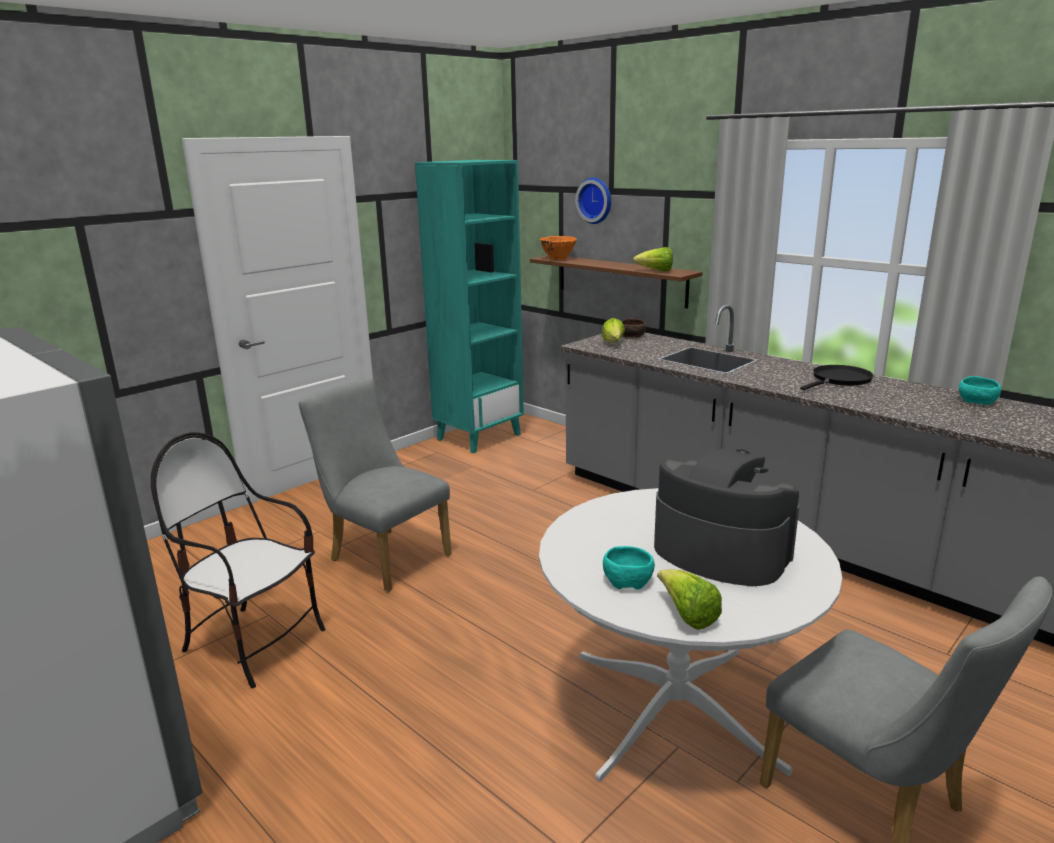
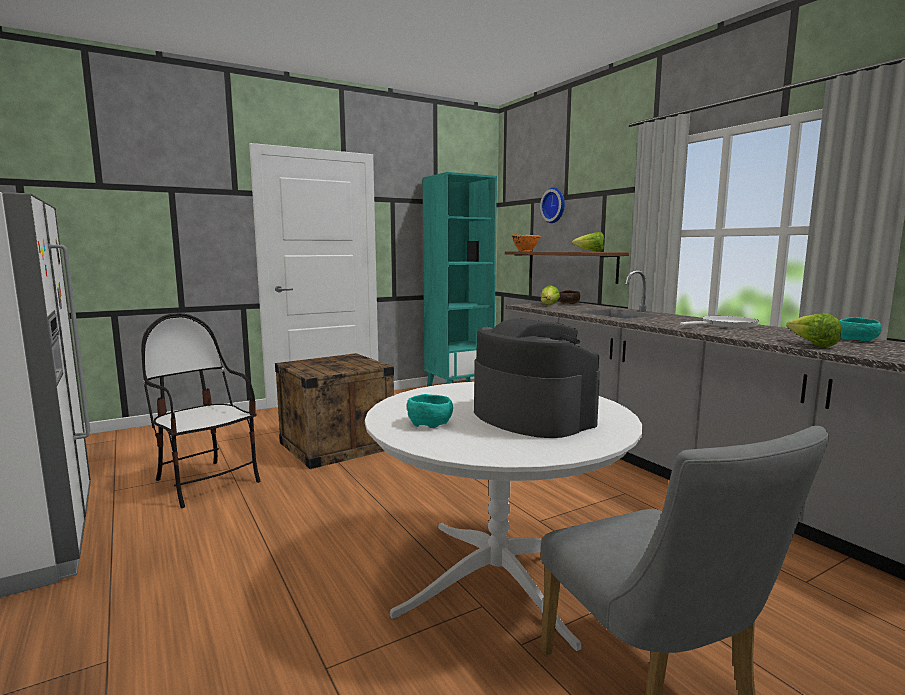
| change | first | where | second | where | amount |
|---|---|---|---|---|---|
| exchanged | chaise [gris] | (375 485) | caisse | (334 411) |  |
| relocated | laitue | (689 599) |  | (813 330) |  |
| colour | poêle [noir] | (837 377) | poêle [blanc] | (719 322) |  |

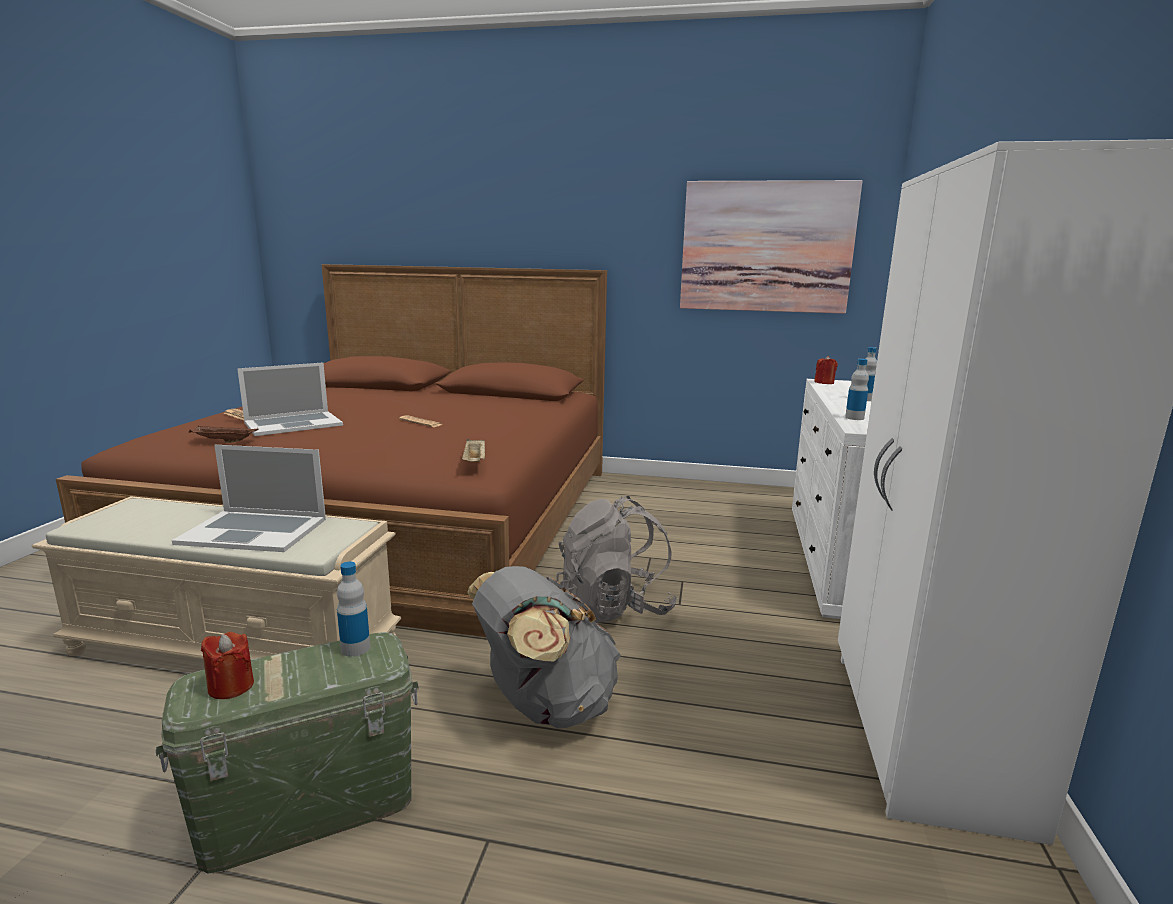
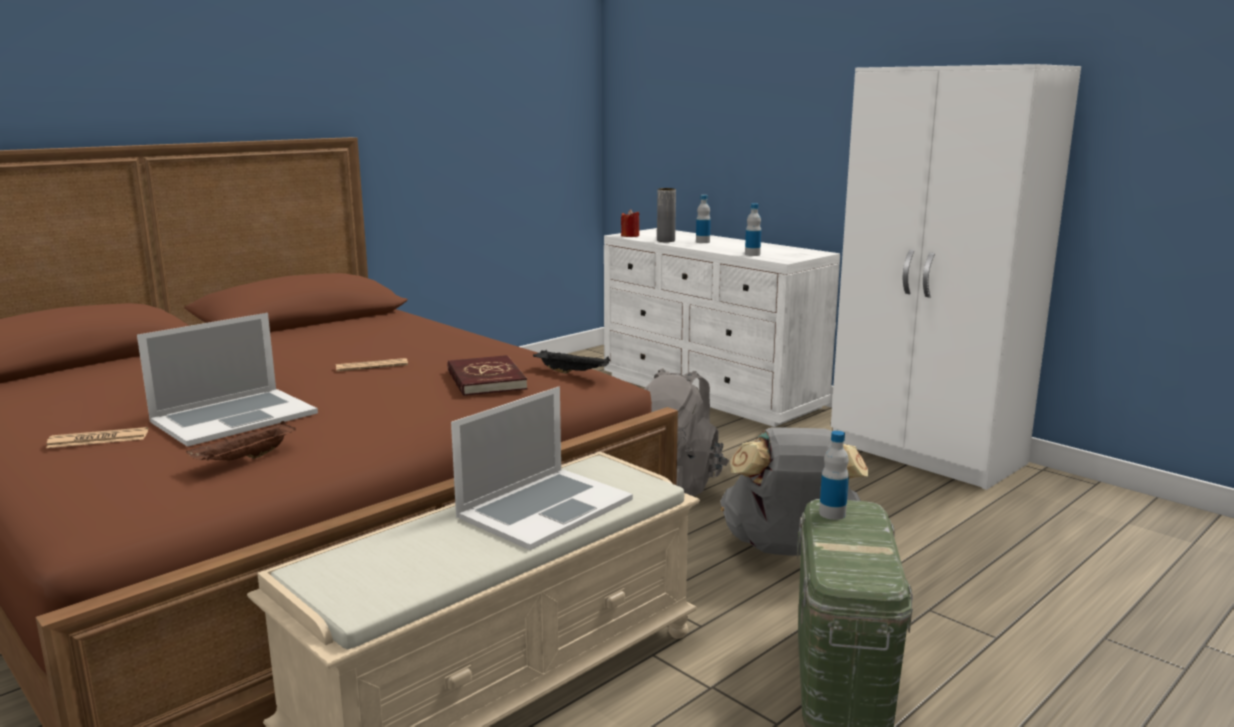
| change | first | where | second | where | amount |
|---|---|---|---|---|---|
| missing | bougie [rouge] | (227 665) |  |  |  |
| spun | ordinateur portable | (290 399) |  | (227 380) | 45 degrees clockwise |
| colour | plateau [beige] | (473 450) | plateau [noir] | (571 362) |  |
| missing | tableau | (771 247) |  |  |  |
| appeared |  |  | livre [rouge] | (487 375) |  |
| appeared |  |  | vase [gris] | (666 215) |  |

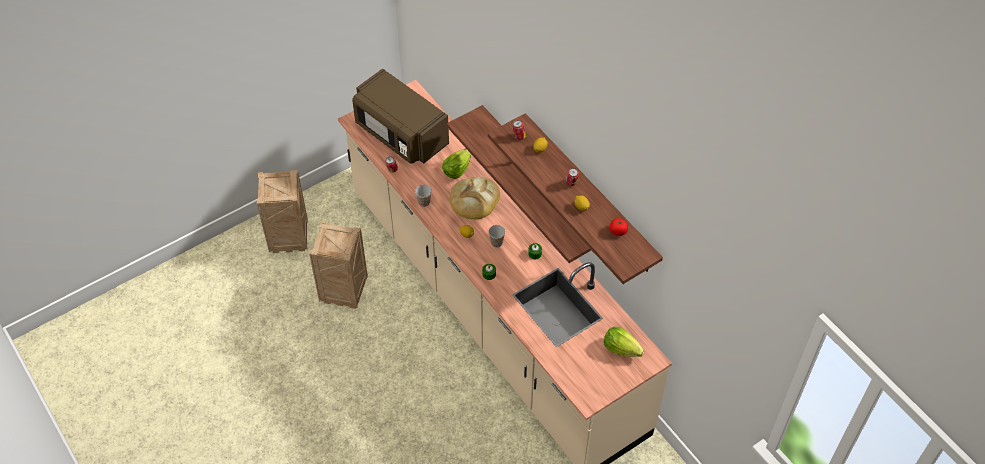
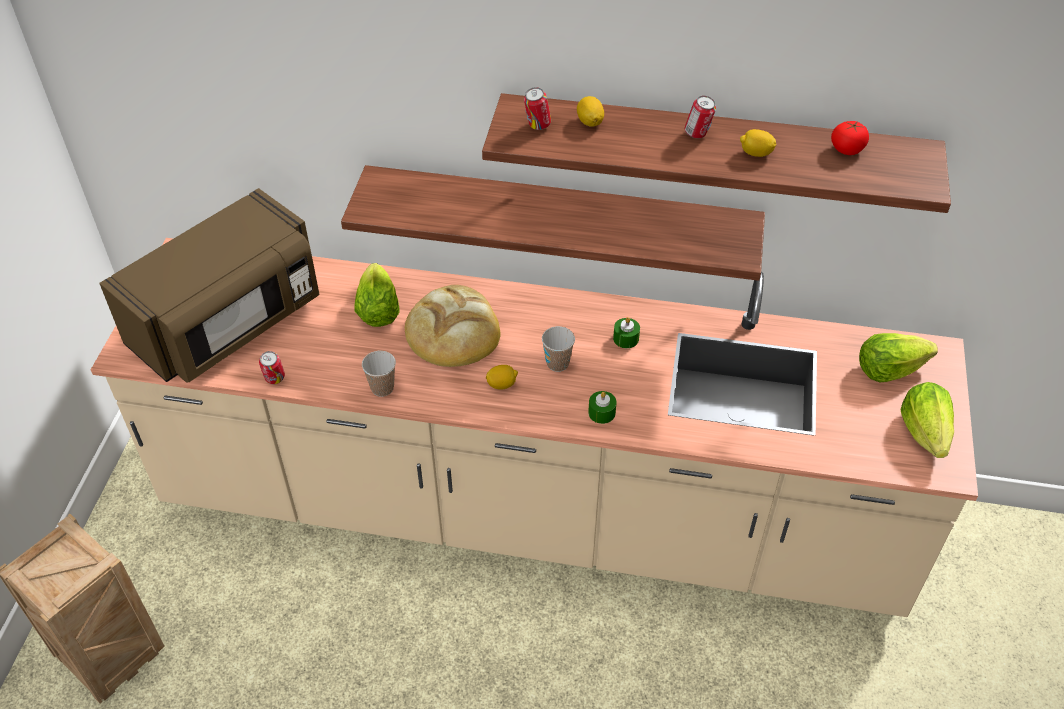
| change | first | where | second | where | amount |
|---|---|---|---|---|---|
| missing | caisse | (338 265) |  |  |  |
| spun | micro-ondes [marron] | (400 116) |  | (209 285) | 45 degrees counterclockwise |
| appeared |  |  | laitue | (927 420) |  |

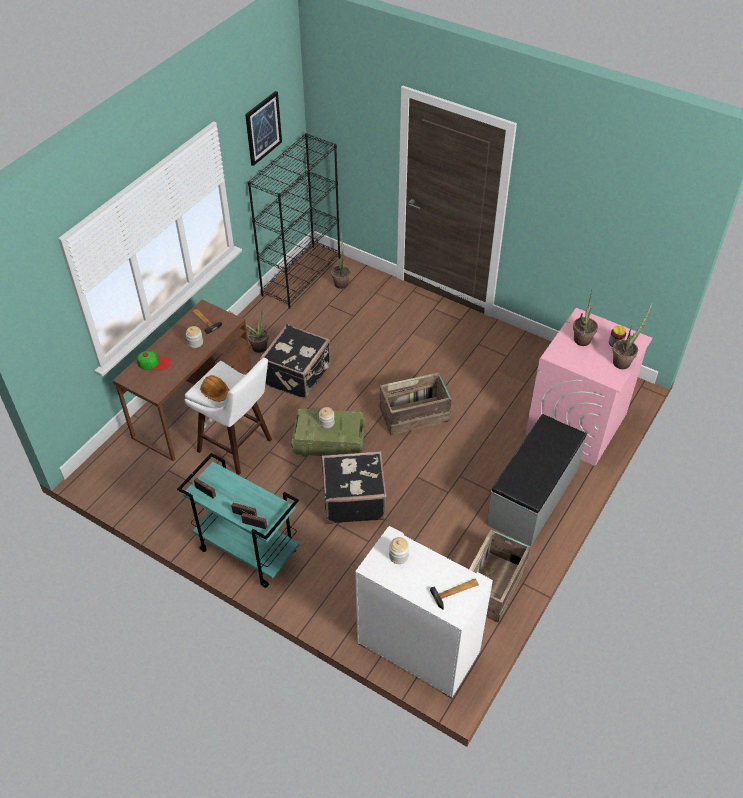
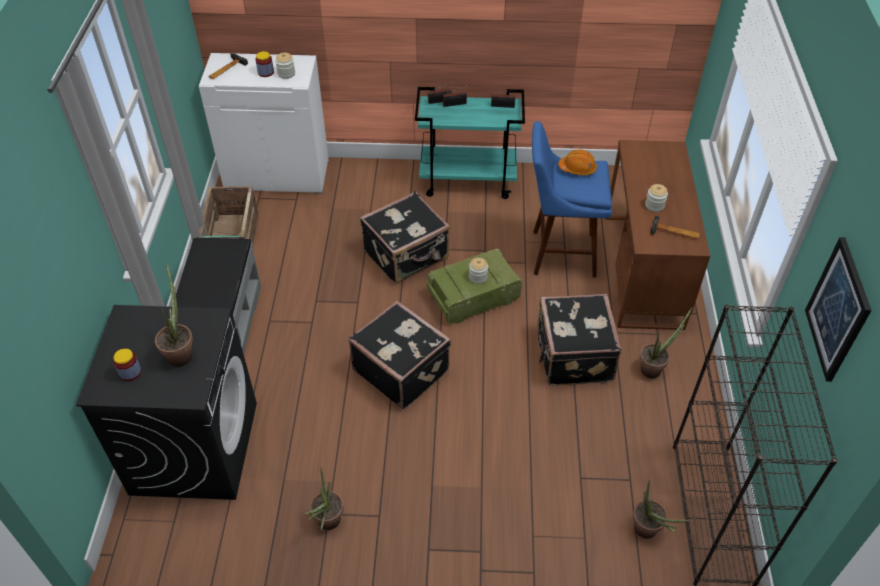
| change | first | where | second | where | amount |
|---|---|---|---|---|---|
| missing | casquette | (154 360) |  |  |  |
| colour | tabouret [blanc] | (228 416) | tabouret [bleu] | (572 199) |  |
| exchanged | caisse | (416 403) | valise [noir] | (399 355) |  |
| colour | lave-linge [rose] | (589 387) | lave-linge [noir] | (166 402) |  |
| relocated | plante en pot | (632 335) |  | (324 498) |  |
| appeared |  |  | bocal | (264 64) |  |

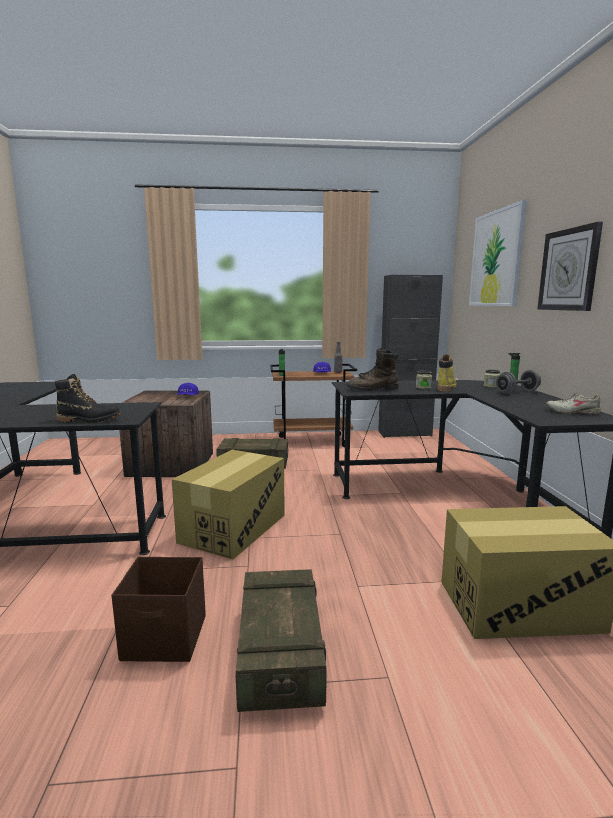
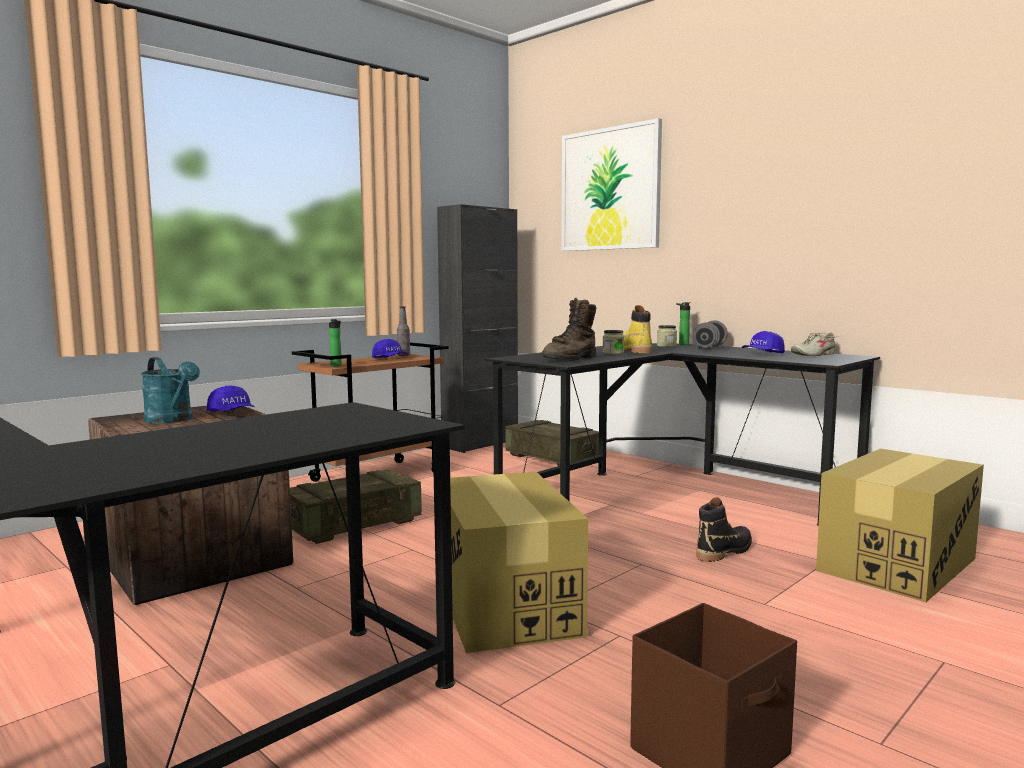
| change | first | where | second | where | amount |
|---|---|---|---|---|---|
| relocated | botte [noir] | (88 398) |  | (724 529) |  |
| relocated | caisse | (281 640) |  | (552 443) |  |
| missing | horloge murale | (570 266) |  |  |  |
| appeared |  |  | arrosoir [turquoise] | (170 390) |  |
| appeared |  |  | casquette [bleu] | (763 342) |  |

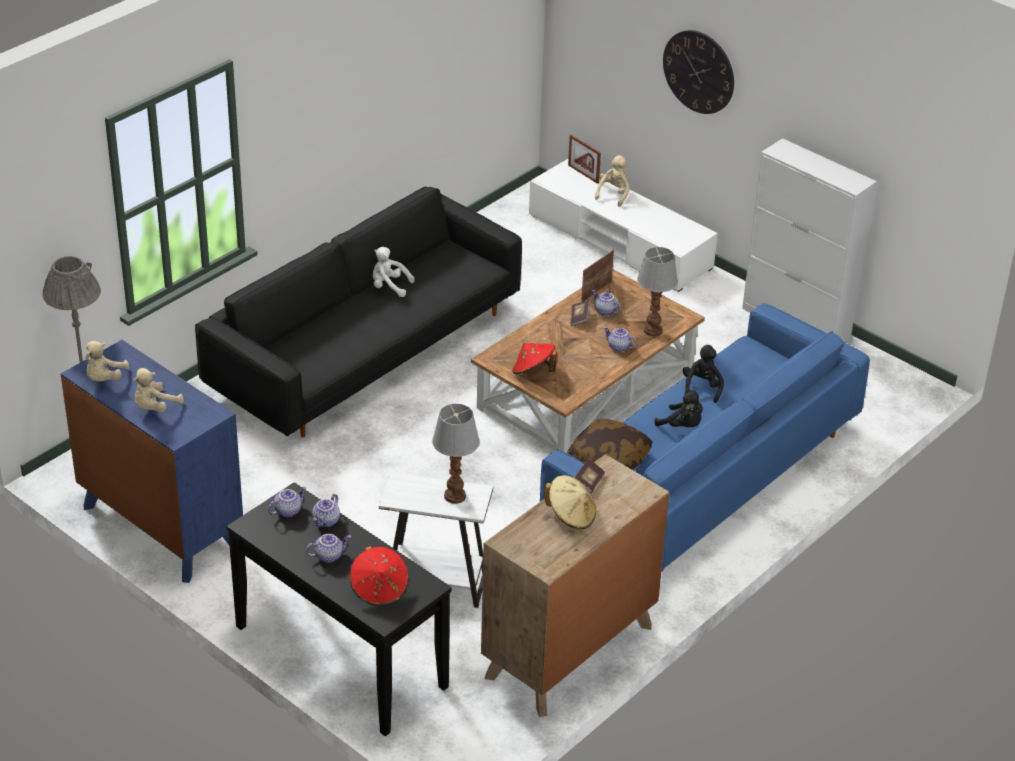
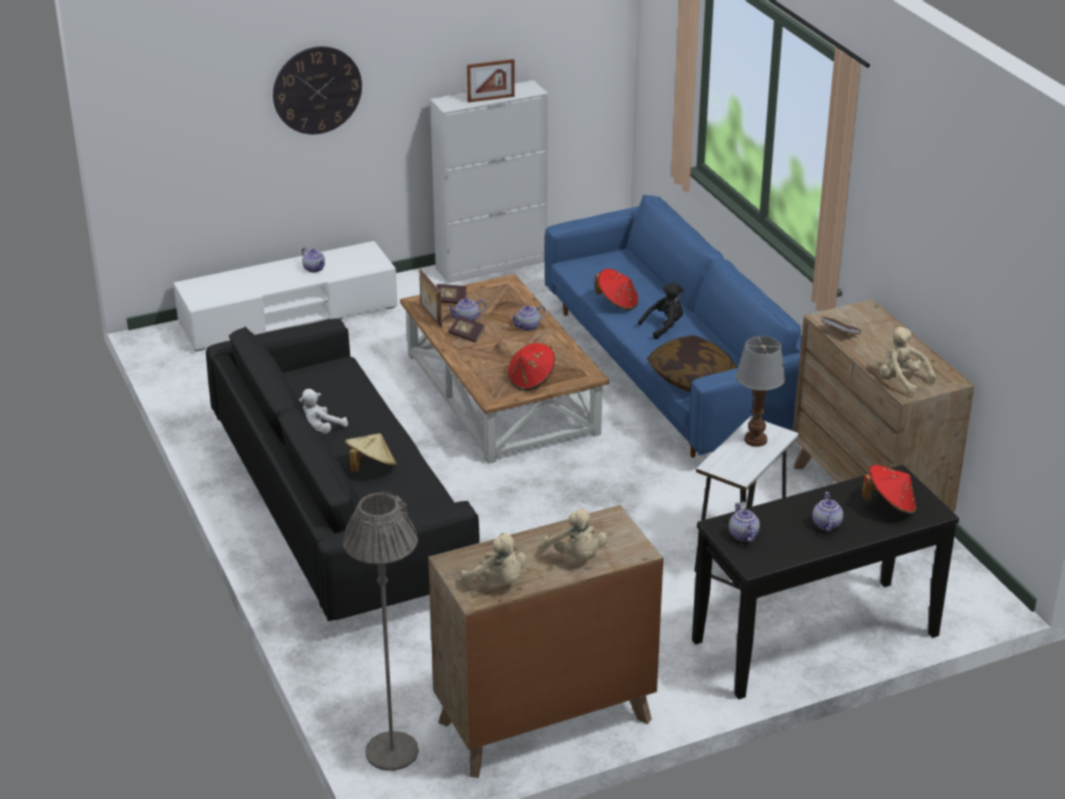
| change | first | where | second | where | amount |
|---|---|---|---|---|---|
| colour | commode [bleu] | (152 461) | commode [marron] | (545 641) |  |
| relocated | théière | (326 510) |  | (313 260) |  |
| relocated | chapeau [beige] | (570 502) |  | (371 452) |  |
| relocated | cadre photo | (584 159) |  | (491 81) |  |
| relocated | peluche [beige] | (612 181) |  | (908 361) |  |
| missing | lampe de table | (657 292) |  |  |  |
| exchanged | peluche [noir] | (703 374) | chapeau [rouge] | (617 289) |  |
| appeared |  |  | livre | (451 294) |  |

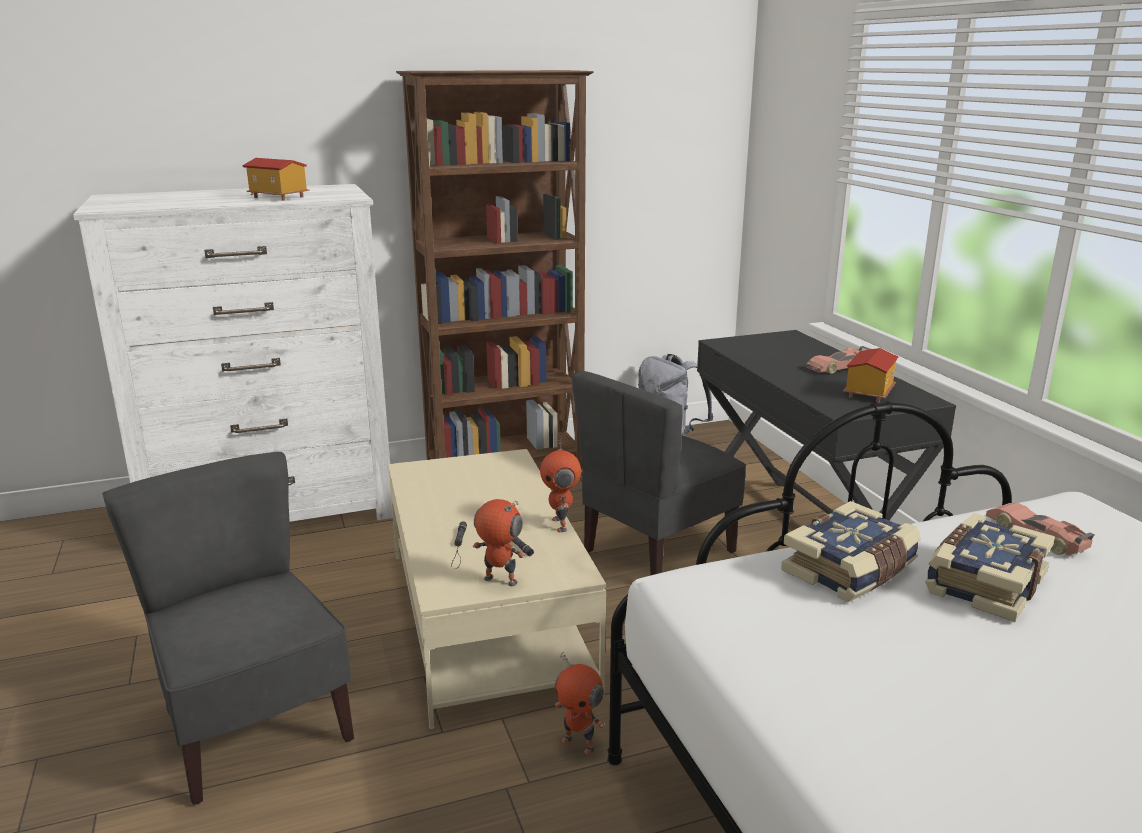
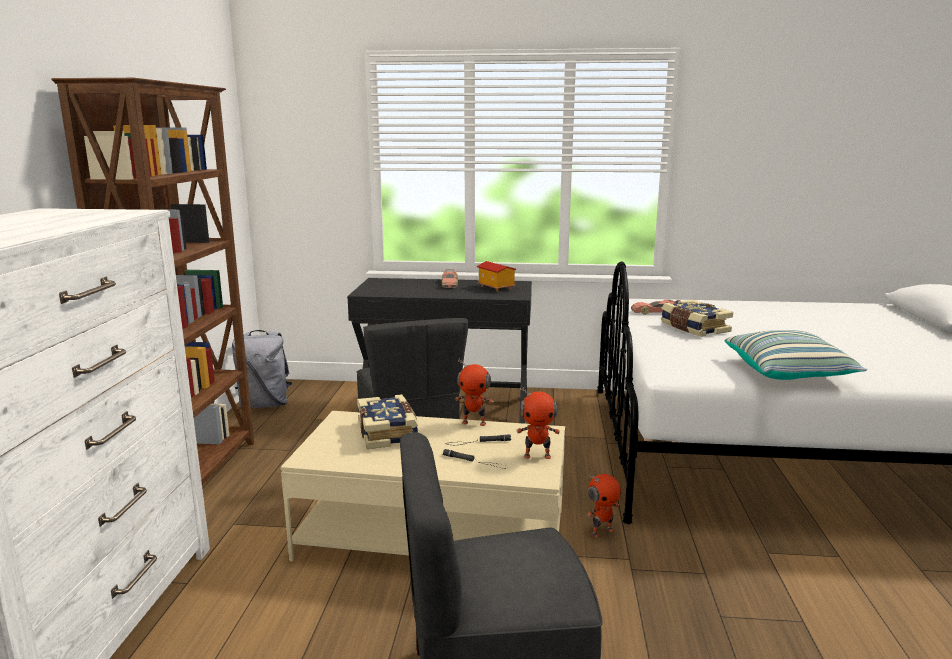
| change | first | where | second | where | amount |
|---|---|---|---|---|---|
| missing | maison miniature | (276 179) |  |  |  |
| spun | robot jouet | (499 542) |  | (538 422) | 135 degrees counterclockwise |
| relocated | livre | (851 552) |  | (387 421) |  |
| appeared |  |  | coussin | (796 355) |  |

